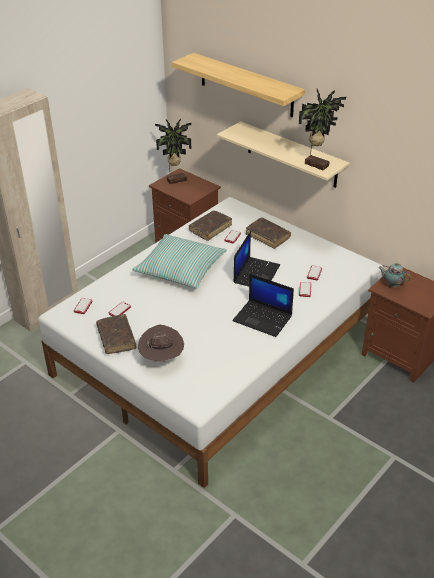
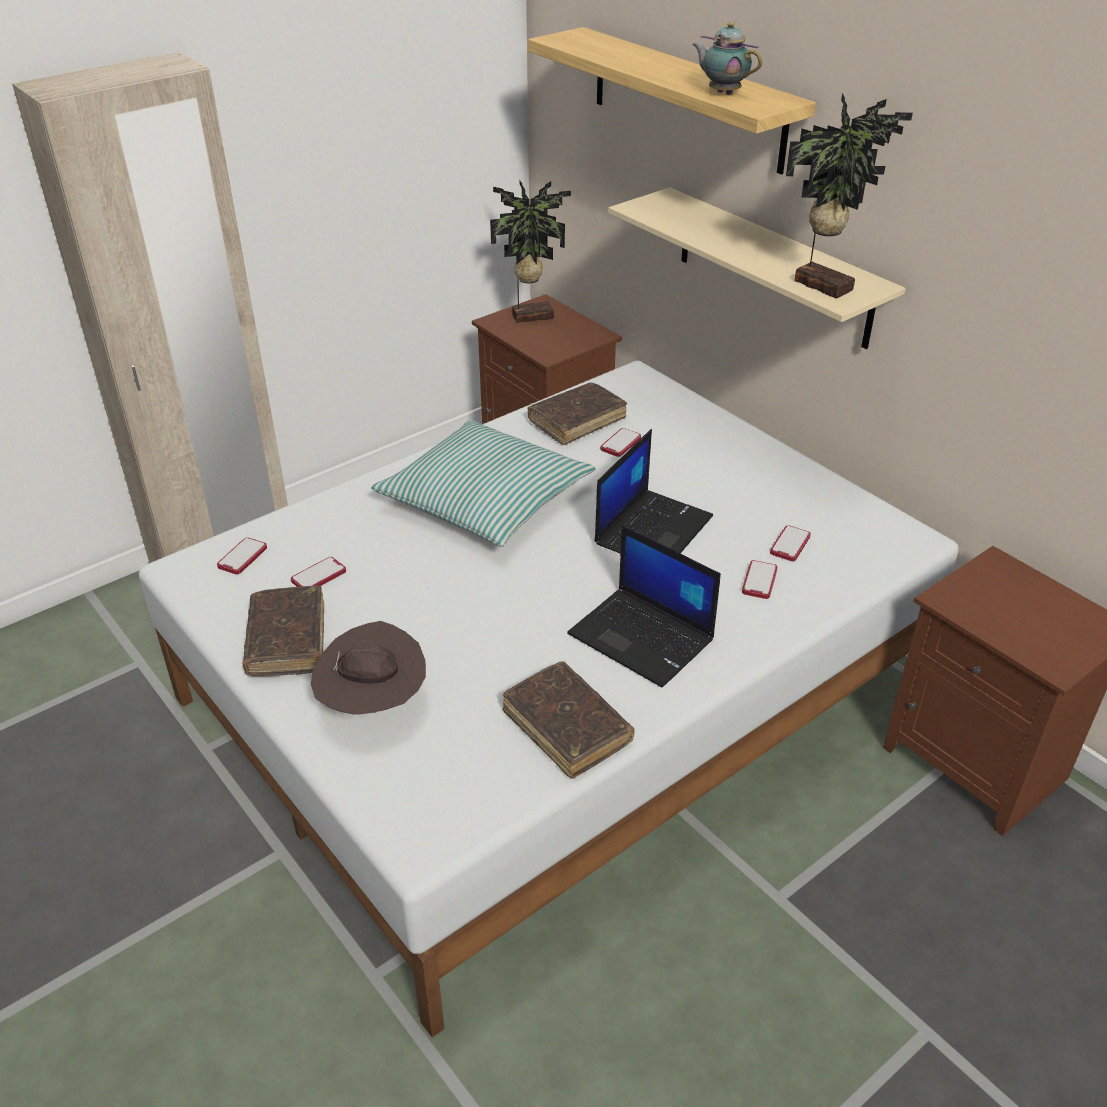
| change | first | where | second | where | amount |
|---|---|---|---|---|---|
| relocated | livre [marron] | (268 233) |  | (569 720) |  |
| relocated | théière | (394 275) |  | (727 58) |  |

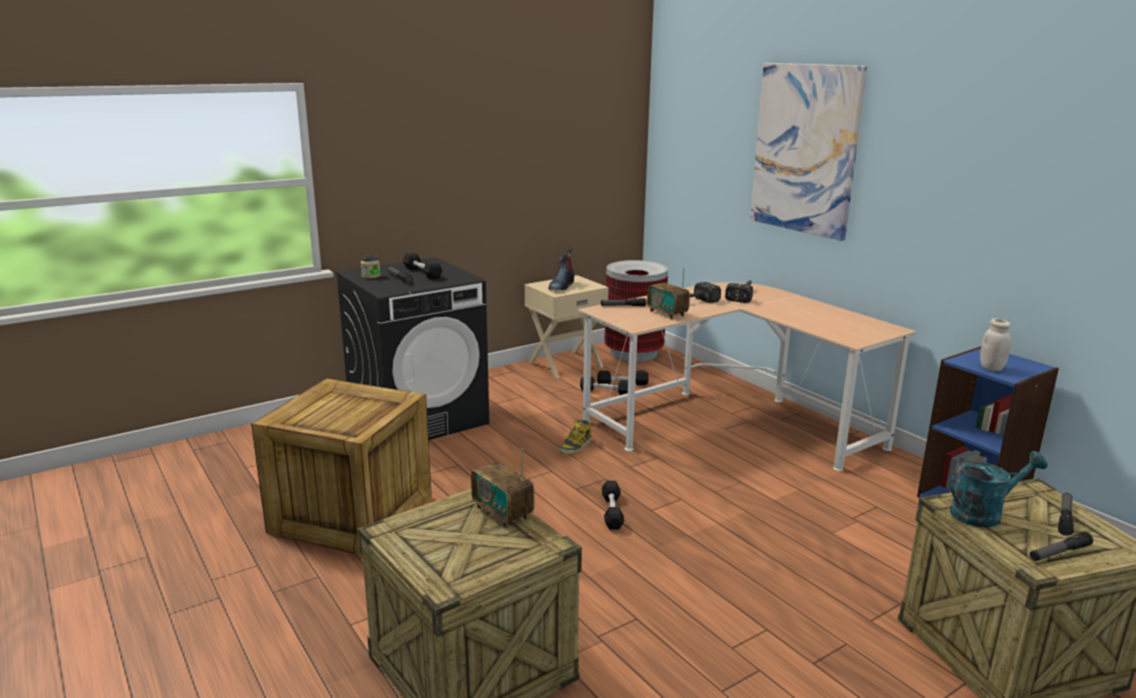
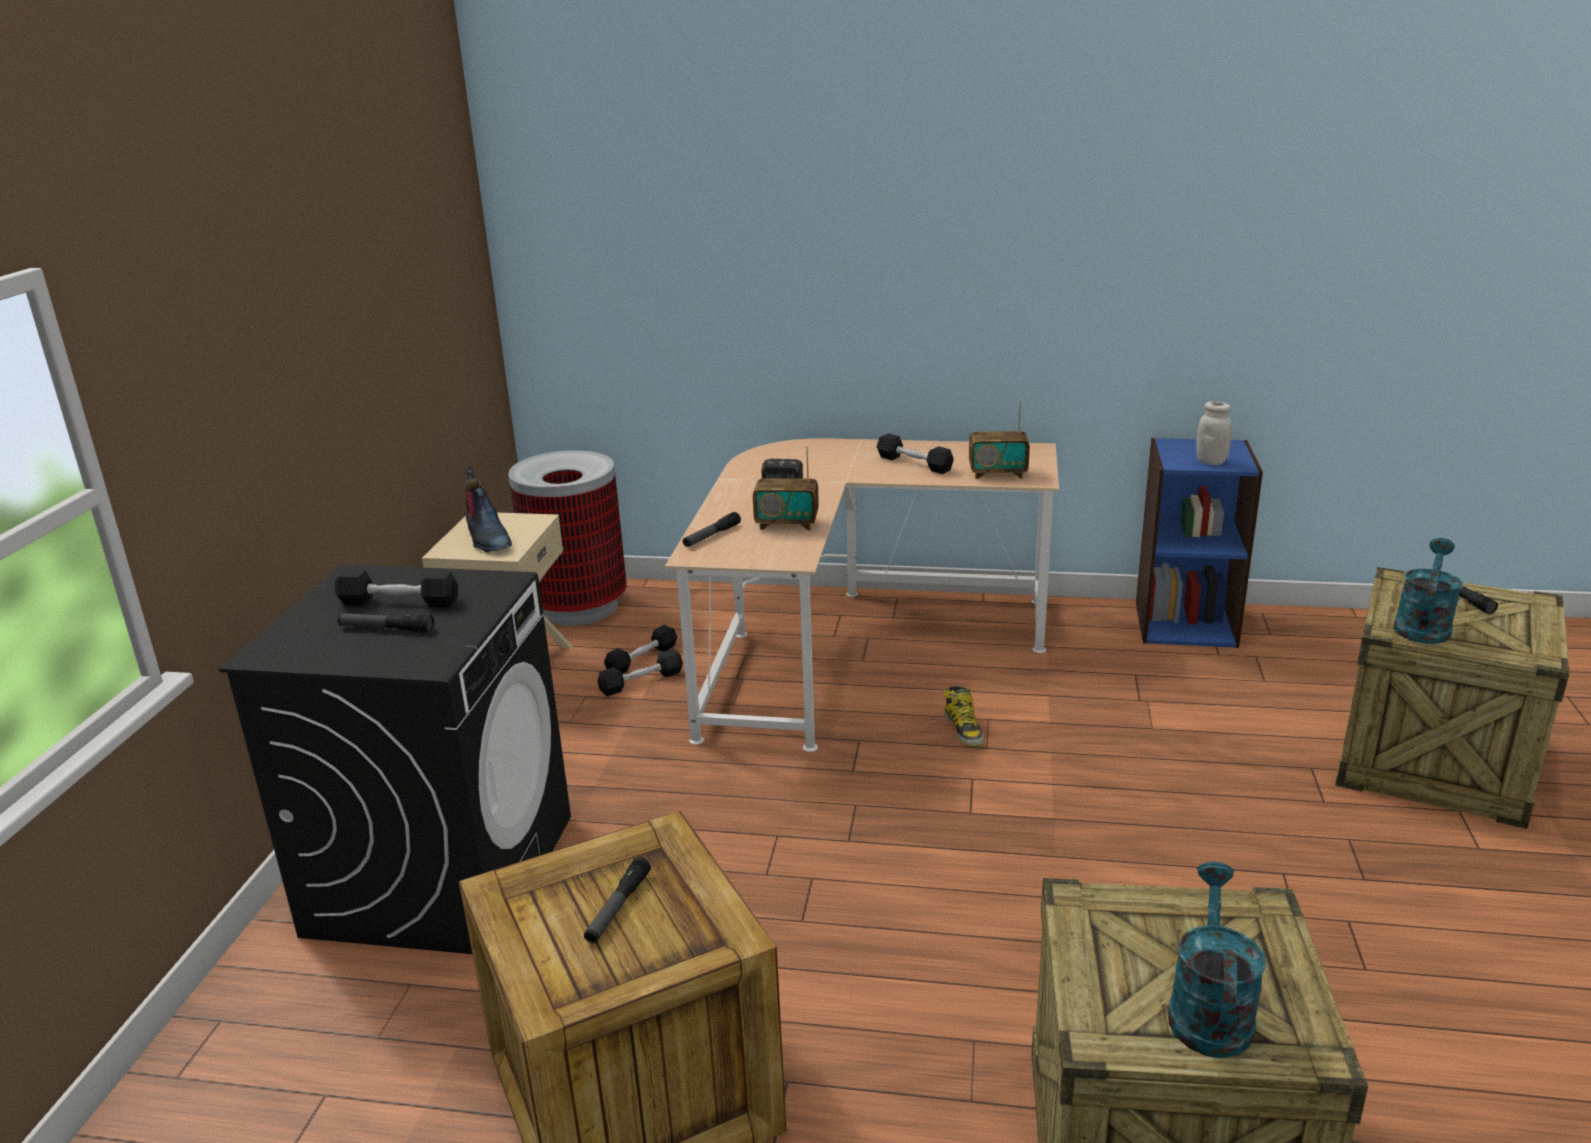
| change | first | where | second | where | amount |
|---|---|---|---|---|---|
| missing | bocal | (370 266) |  |  |  |
| relocated | radio | (503 488) |  | (999 440) |  |
| relocated | botte | (575 437) |  | (964 716) |  |
| relocated | haltère [noir] | (613 505) |  | (915 454) |  |
| missing | marteau | (739 291) |  |  |  |
| missing | tableau | (808 152) |  |  |  |
| relocated | lampe de poche | (1061 546) |  | (617 900) |  |
| appeared |  |  | arrosoir [turquoise] | (1217 960) |  |

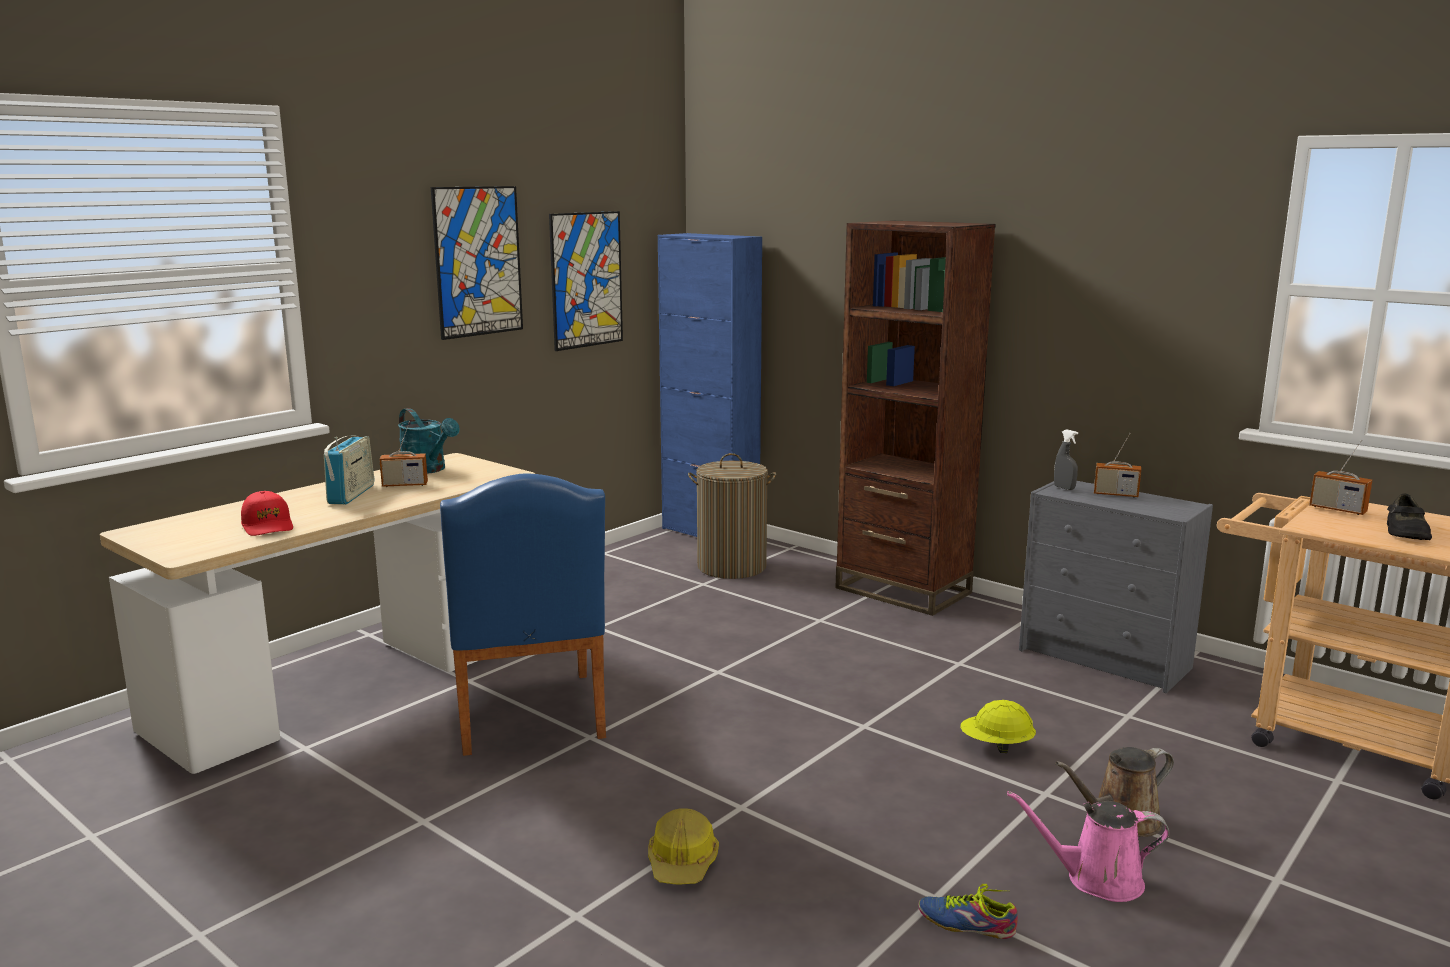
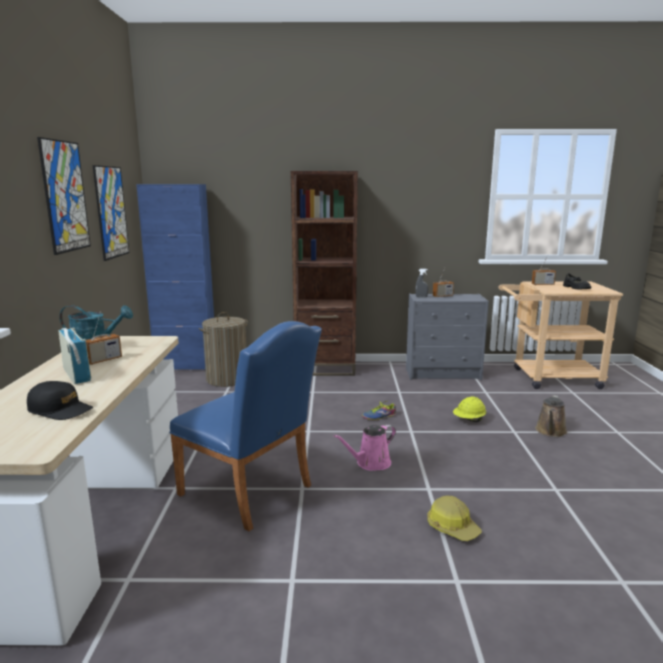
| change | first | where | second | where | amount |
|---|---|---|---|---|---|
| colour | casquette [rouge] | (267 513) | casquette [noir] | (60 400) |  |
| relocated | chaussure | (968 911) |  | (379 410) |  |
| relocated | arrosoir [rose] | (1088 846) |  | (364 447) |  |

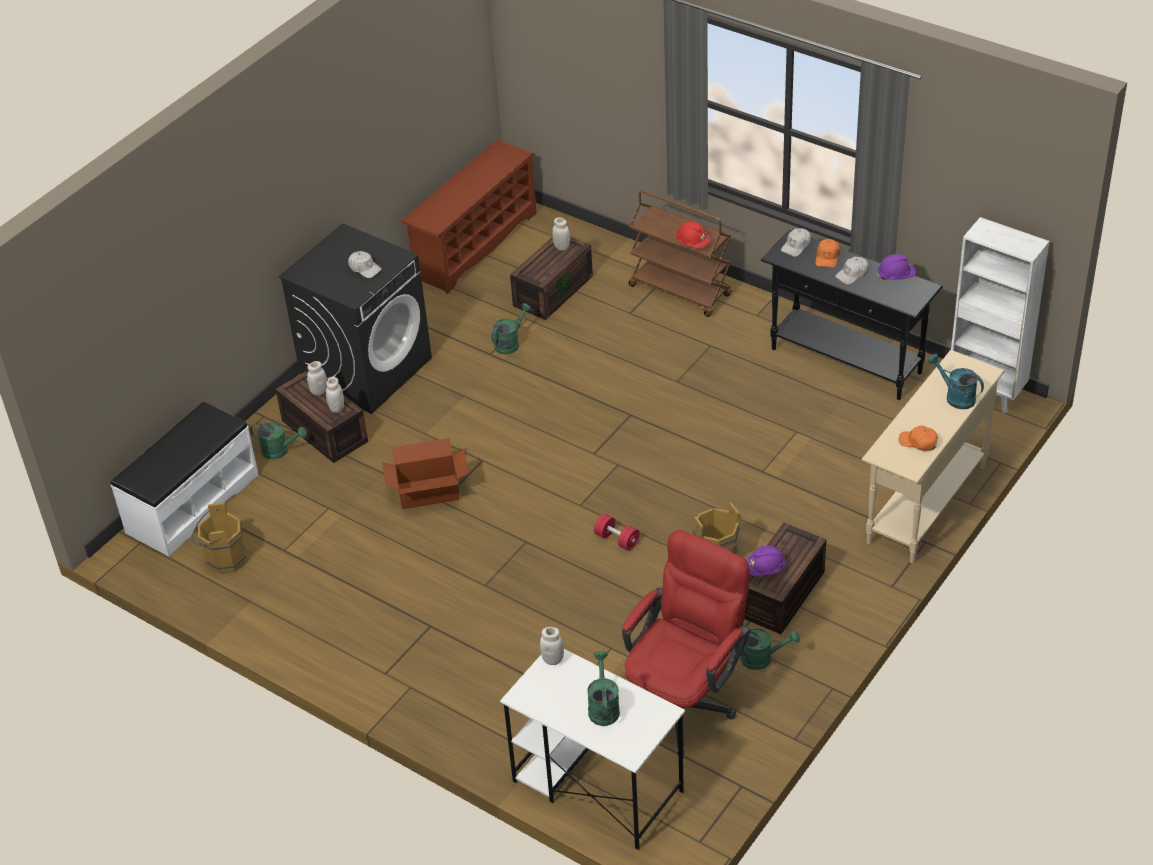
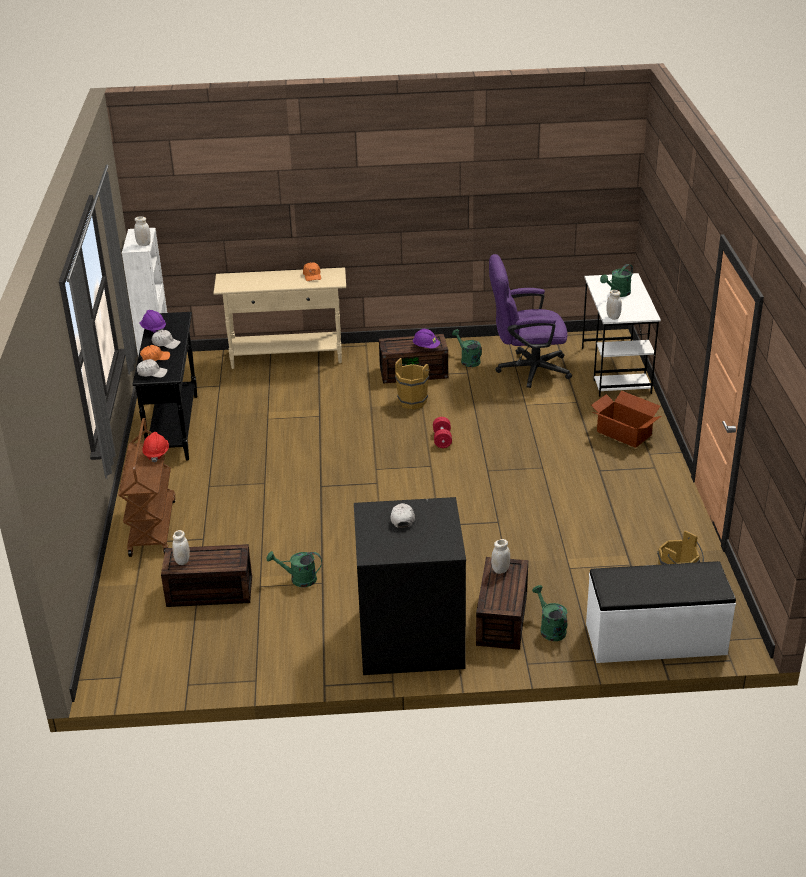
| change | first | where | second | where | amount |
|---|---|---|---|---|---|
| relocated | bocal [blanc] | (317 378) |  | (142 231) |  |
| relocated | carton | (425 473) |  | (626 419) |  |
| missing | étagère à chaussures [marron] | (469 217) |  |  |  |
| colour | chaise de bureau [rouge] | (686 642) | chaise de bureau [violet] | (530 321) |  |
| missing | arrosoir [turquoise] | (956 381) |  |  |  |

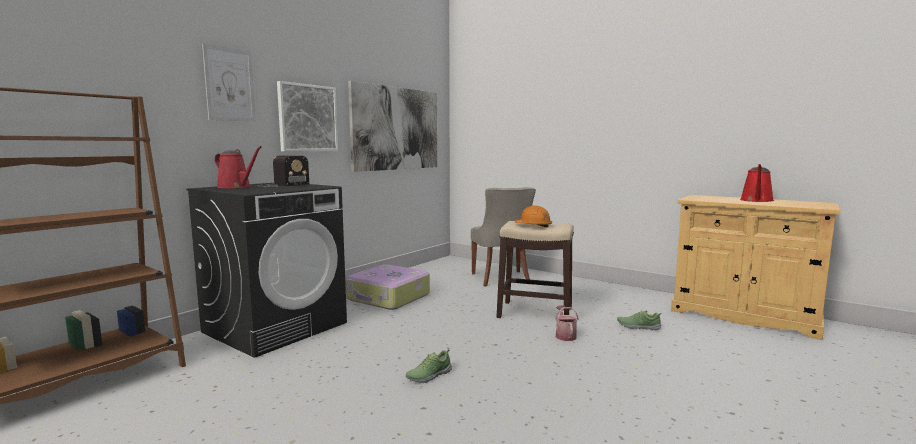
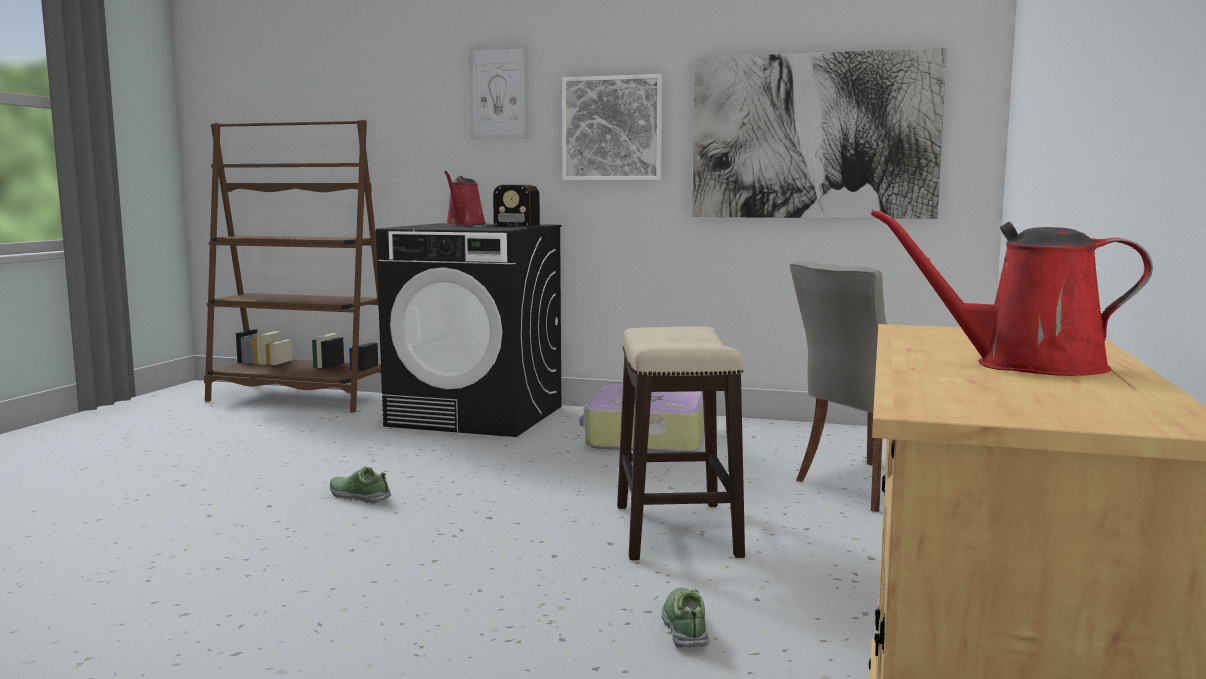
| change | first | where | second | where | amount |
|---|---|---|---|---|---|
| missing | casque de chantier [orange] | (533 216) |  |  |  |
| missing | arrosoir | (567 323) |  |  |  |

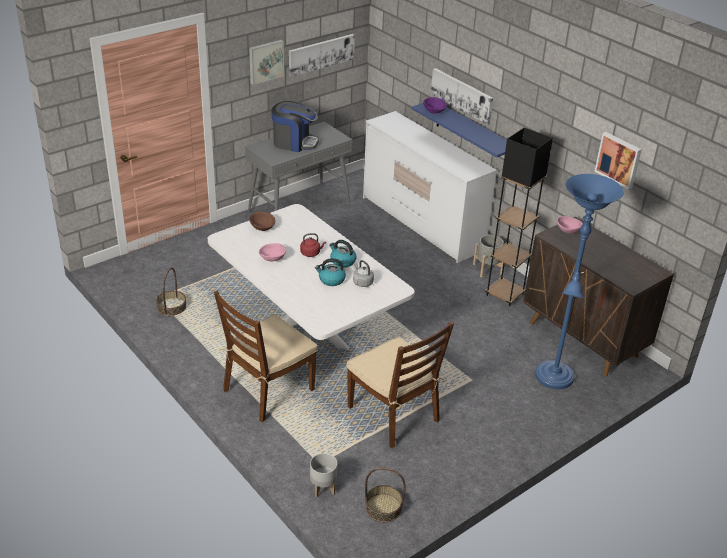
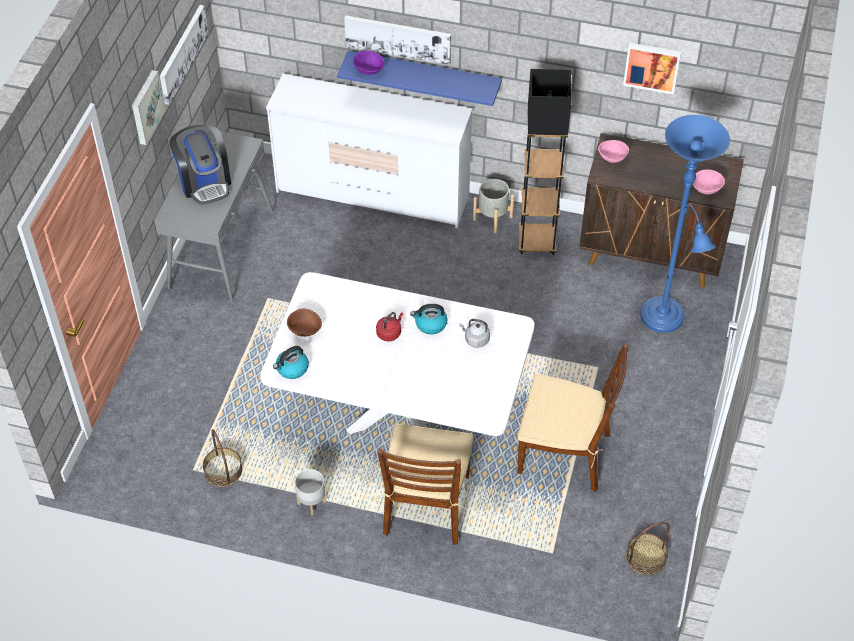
| change | first | where | second | where | amount |
|---|---|---|---|---|---|
| relocated | bol [rose] | (272 252) |  | (709 181) |  |
| spun | machine à café | (295 126) |  | (200 165) | 90 degrees clockwise |
| relocated | cache-pot [gris] | (323 475) |  | (310 492) |  |
| relocated | bouilloire | (330 272) |  | (291 362) |  |

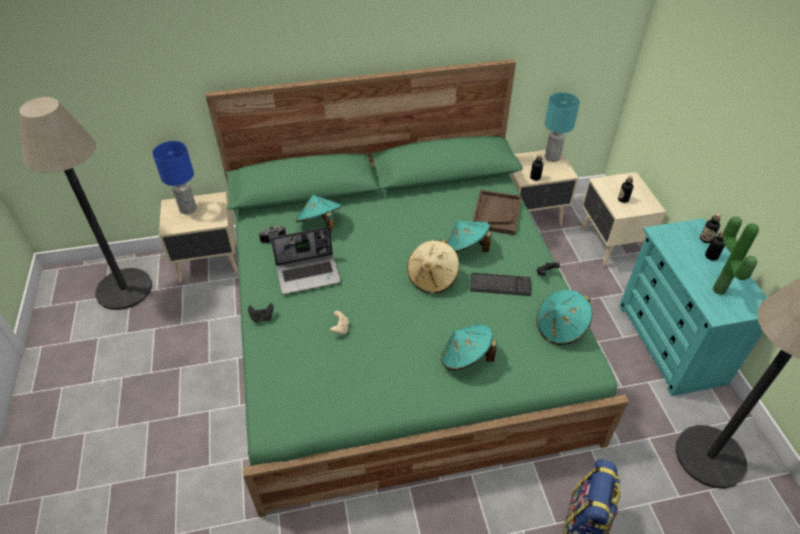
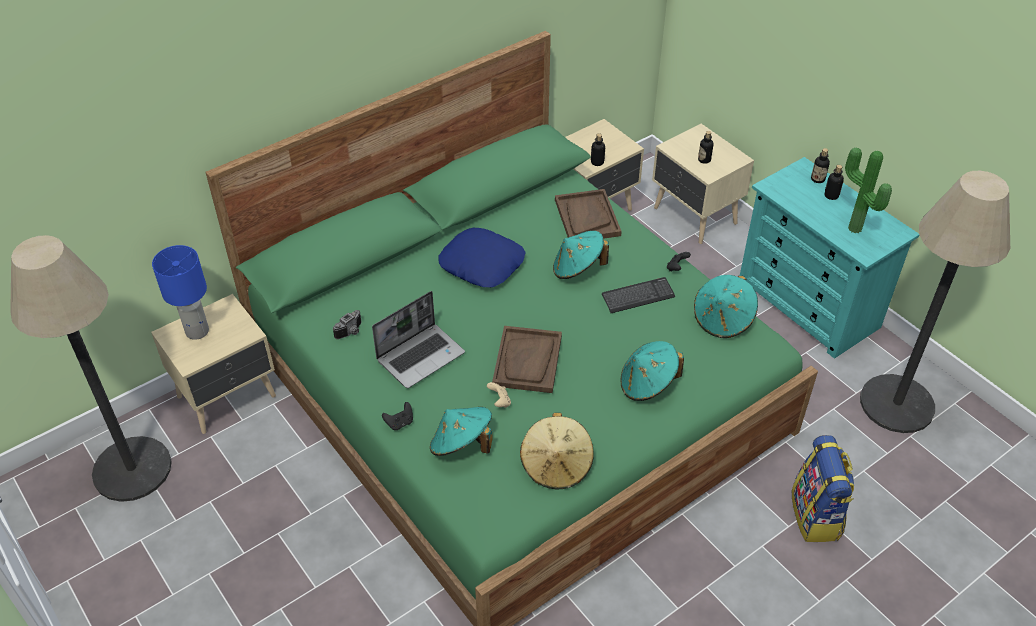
| change | first | where | second | where | amount |
|---|---|---|---|---|---|
| relocated | chapeau [turquoise] | (318 213) |  | (461 431) |  |
| relocated | chapeau [beige] | (433 266) |  | (557 451) |  |
| missing | lampe de table [turquoise] | (562 127) |  |  |  |
| appeared |  |  | coussin [bleu] | (481 257) |  |
| appeared |  |  | plateau [marron] | (527 359) |  |

